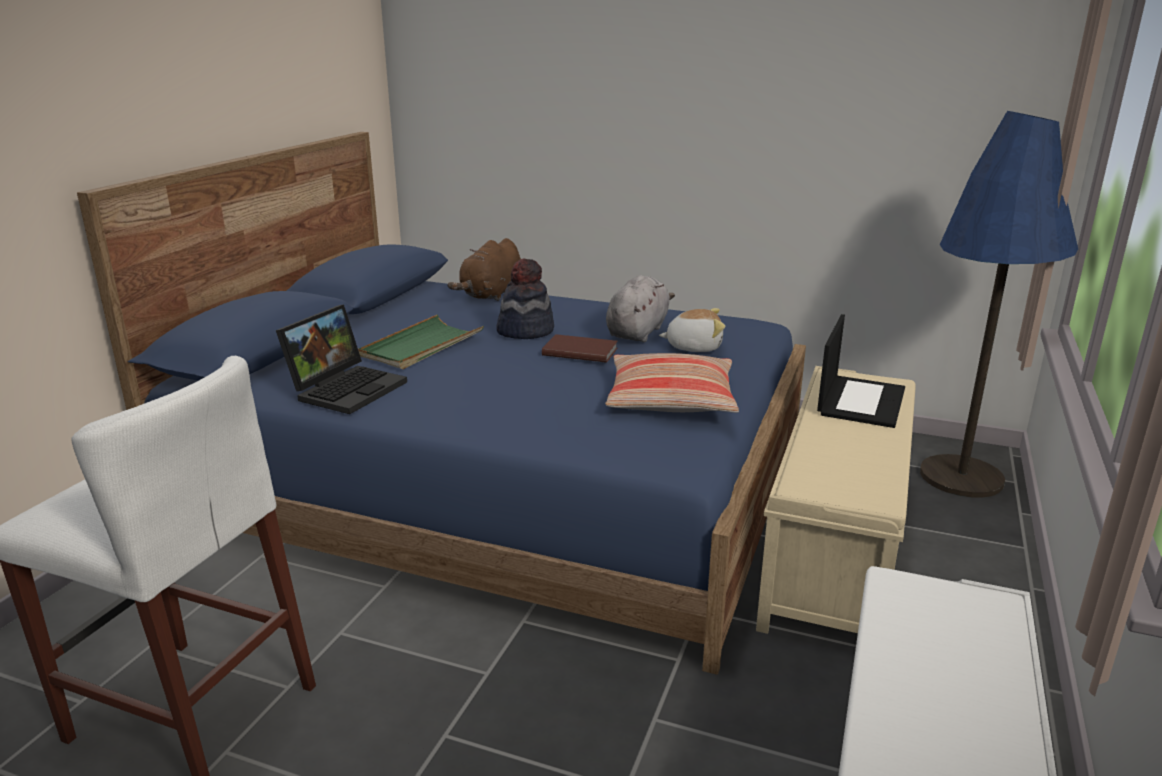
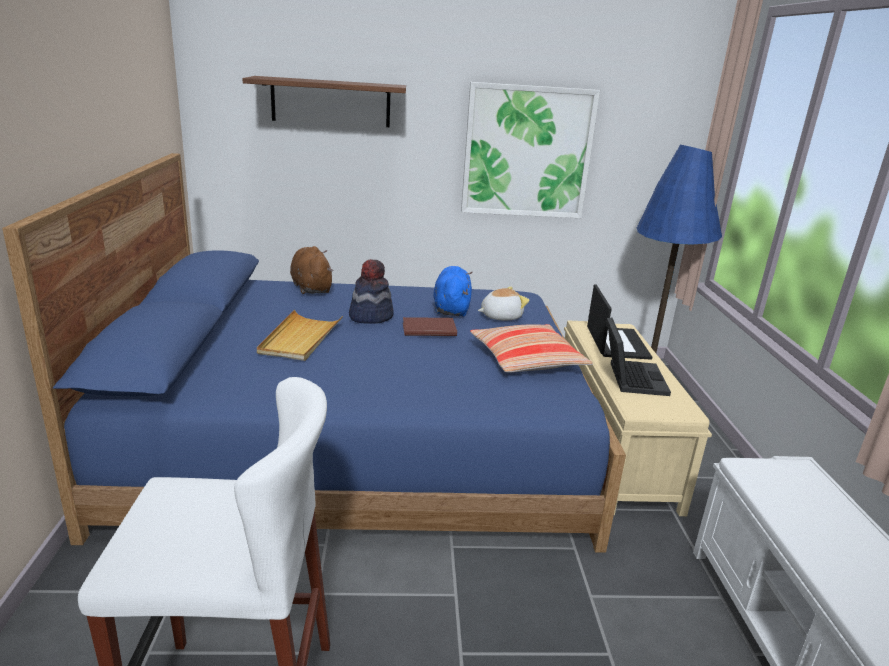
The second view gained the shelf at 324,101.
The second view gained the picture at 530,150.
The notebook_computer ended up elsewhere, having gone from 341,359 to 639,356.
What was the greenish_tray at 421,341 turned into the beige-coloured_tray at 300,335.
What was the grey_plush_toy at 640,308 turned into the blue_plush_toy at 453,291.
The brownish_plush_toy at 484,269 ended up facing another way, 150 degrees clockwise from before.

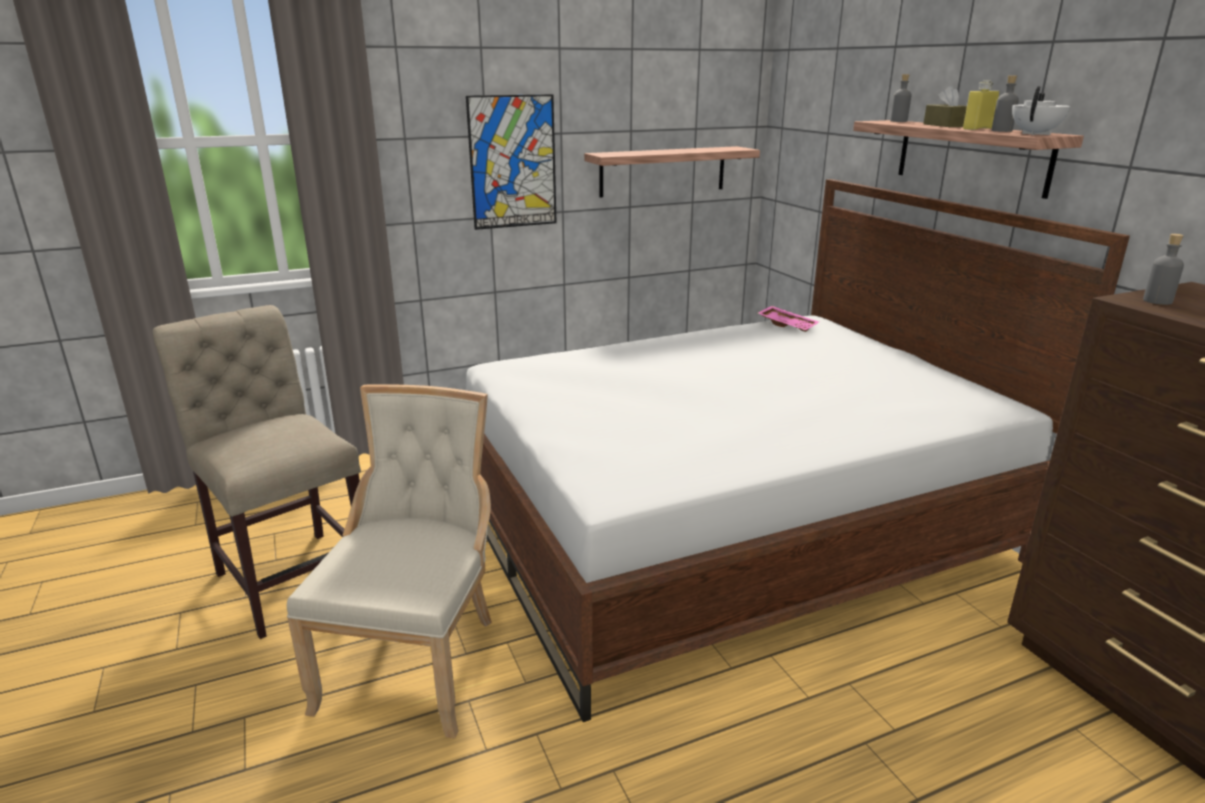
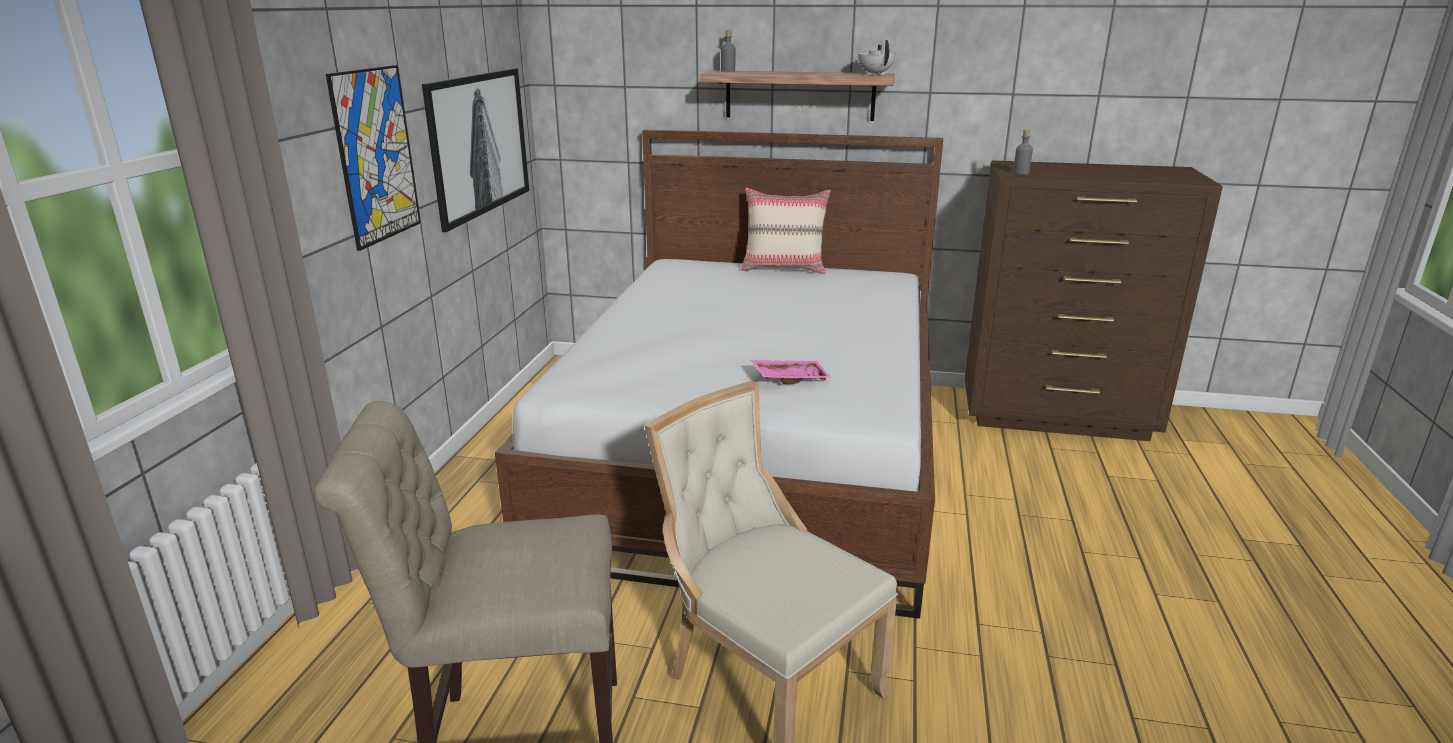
The second view lost the brownish_tissue_holder at 945,106.
The second view lost the yellowish_drink_bottle at 981,105.
The second view lost the grey_drink_bottle at 1005,103.
The second view gained the beige-coloured_pillow at 786,231.
The pink-coloured_tray ended up elsewhere, having gone from 788,319 to 791,372.
Where the shelf hung at 672,171, the picture came to hang at 475,150.

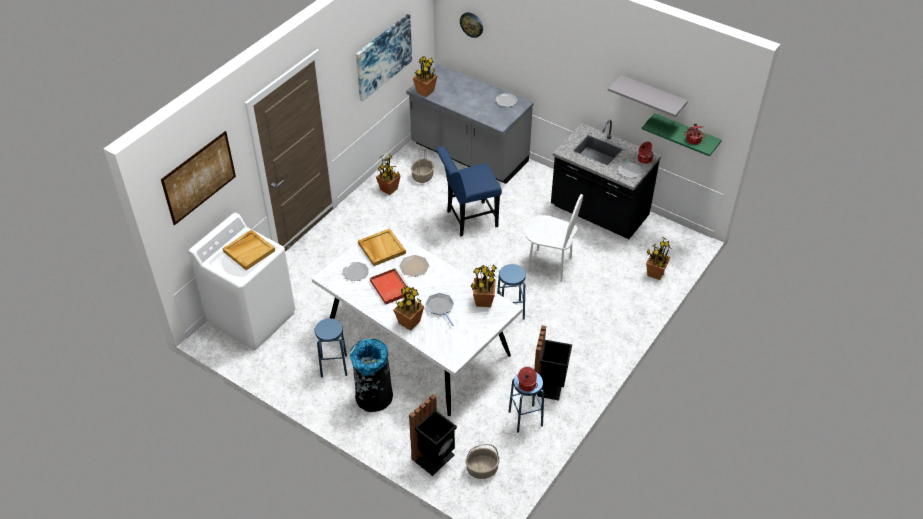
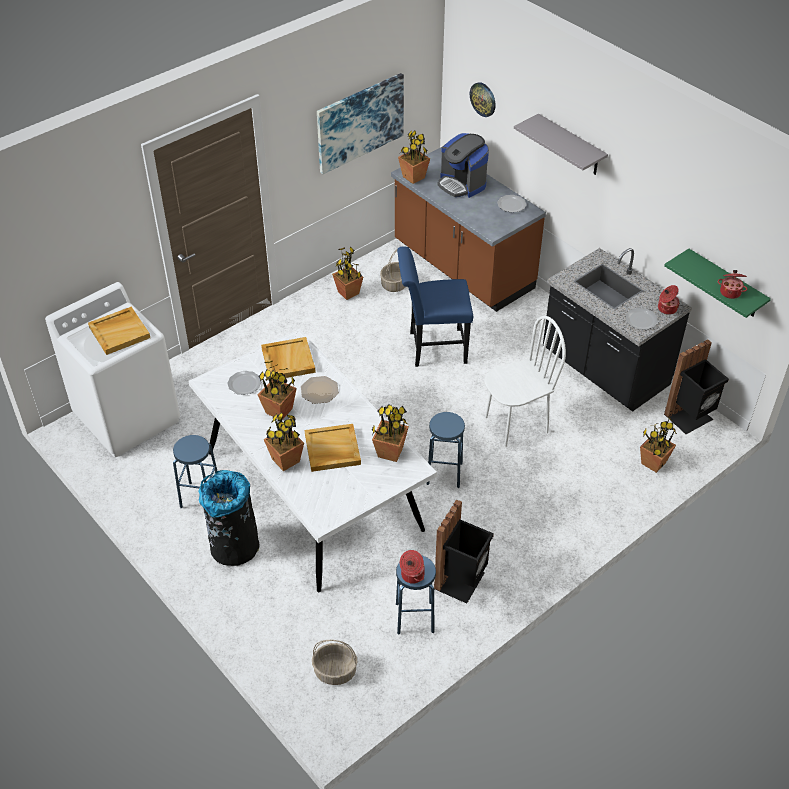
The second view lost the picture at 198,178.
The second view gained the coffee_brewer at 463,165.
The black-coloured_trash_can ended up elsewhere, having gone from 433,435 to 696,386.
The grey_shelf ended up elsewhere, having gone from 648,96 to 561,144.
Where the reddish_tray stood at 391,286, the plant_in_a_pot came to stand at 277,390.
Where the skillet stood at 439,309, the beige-coloured_tray came to stand at 333,448.
What was the grey_kitchen_base_unit at 469,124 turned into the brownish_kitchen_base_unit at 468,229.
The white-coloured_upright_chair at 554,238 ended up facing another way, 60 degrees counterclockwise from before.

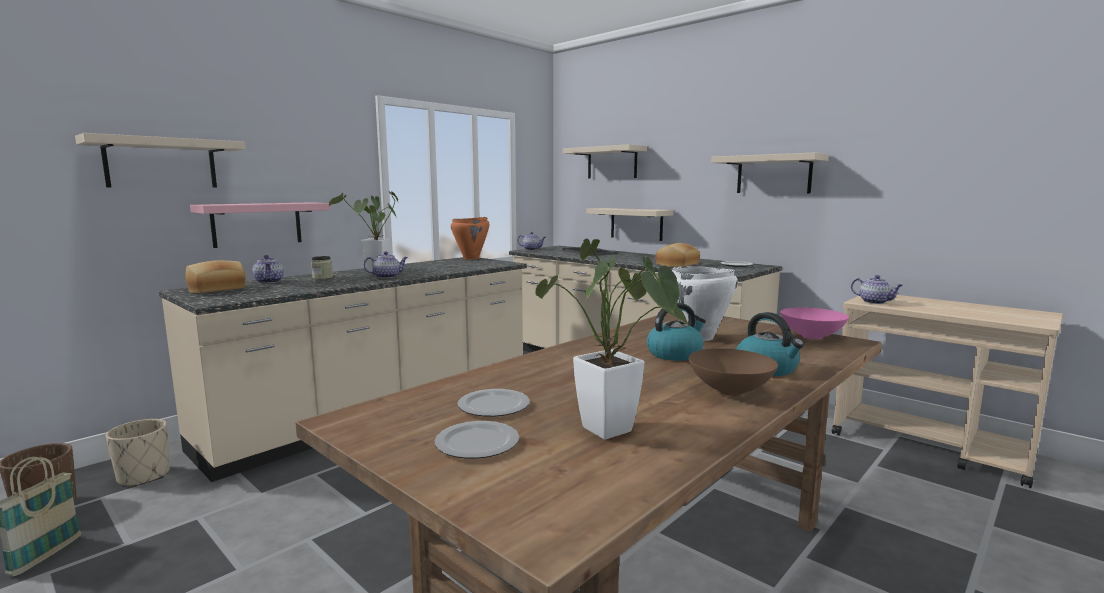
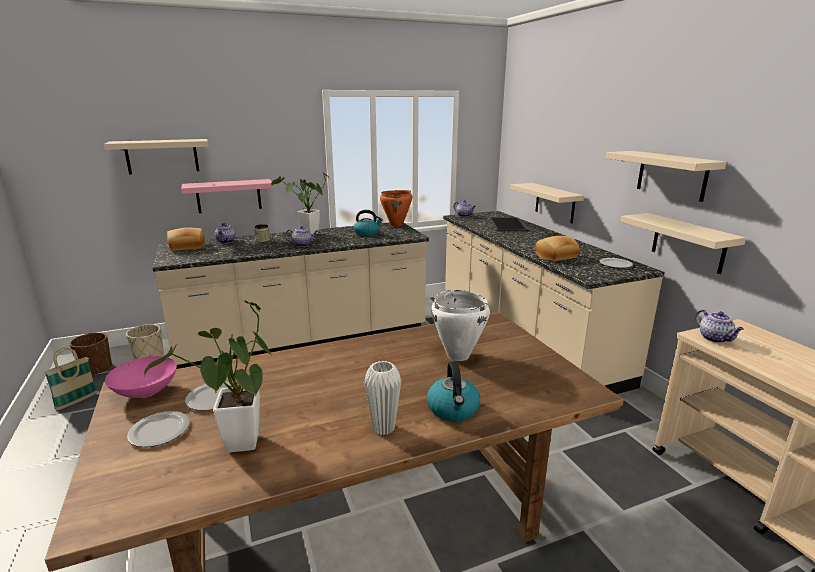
The beige-coloured_shelf ended up elsewhere, having gone from 605,161 to 683,243.
The kettle ended up elsewhere, having gone from 676,332 to 368,223.
The pink-coloured_deep_dish ended up elsewhere, having gone from 814,323 to 141,377.
Where the brownish_deep_dish stood at 733,372, the white-coloured_flower_vase came to stand at 382,398.

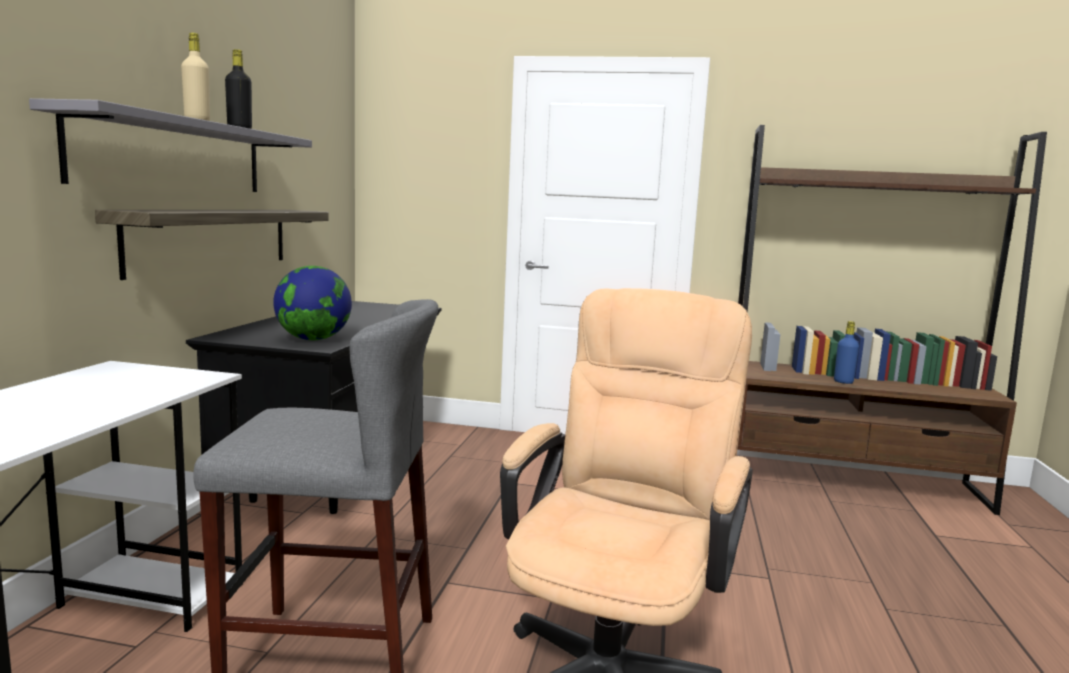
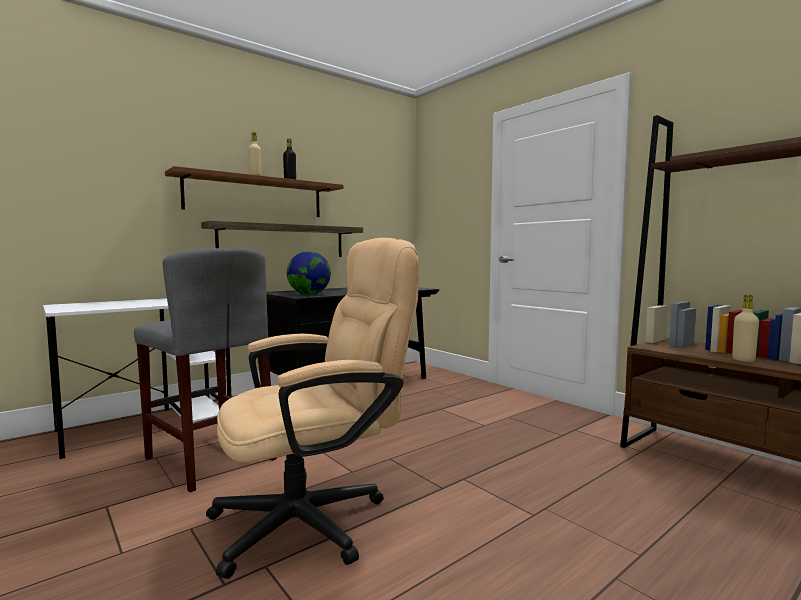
What was the grey_shelf at 170,145 turned into the brownish_shelf at 254,191.
What was the blue_drink_bottle at 846,352 turned into the beige-coloured_drink_bottle at 745,328.

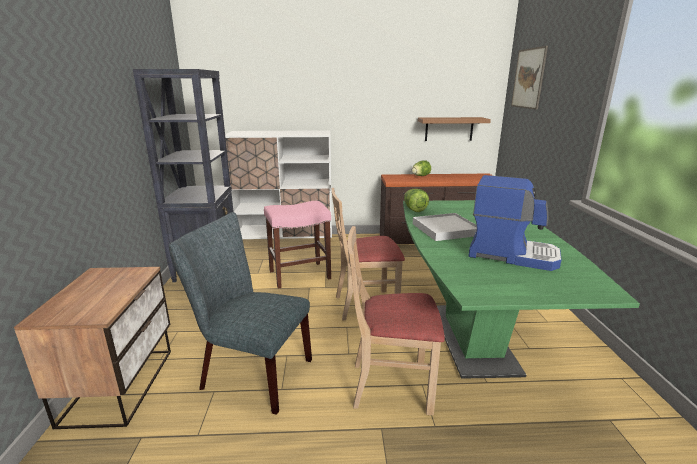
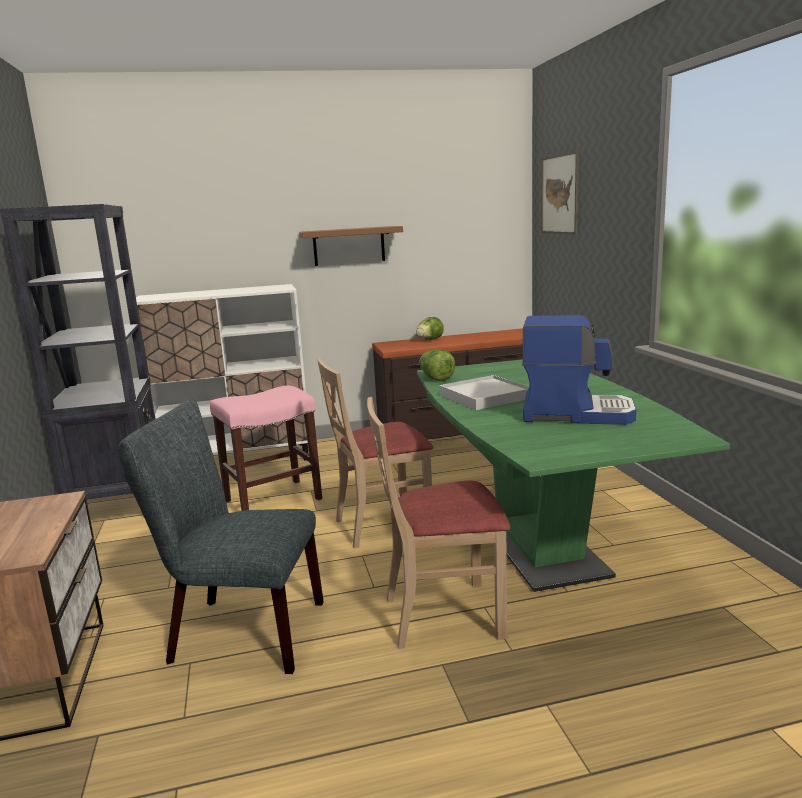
The brownish_shelf ended up elsewhere, having gone from 454,129 to 351,246.

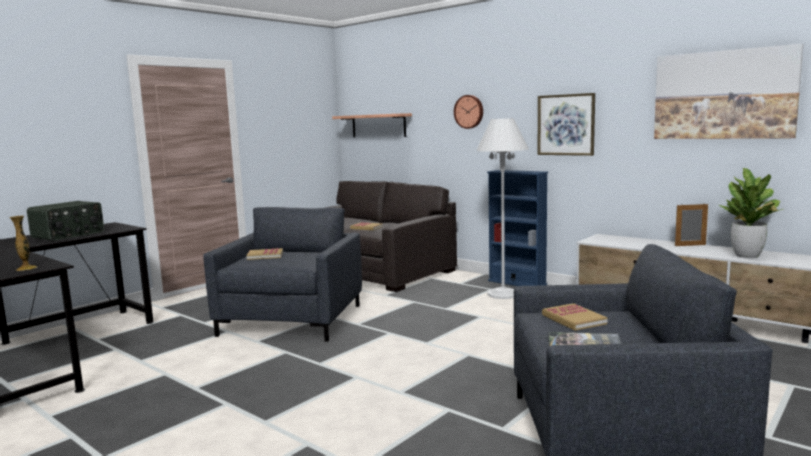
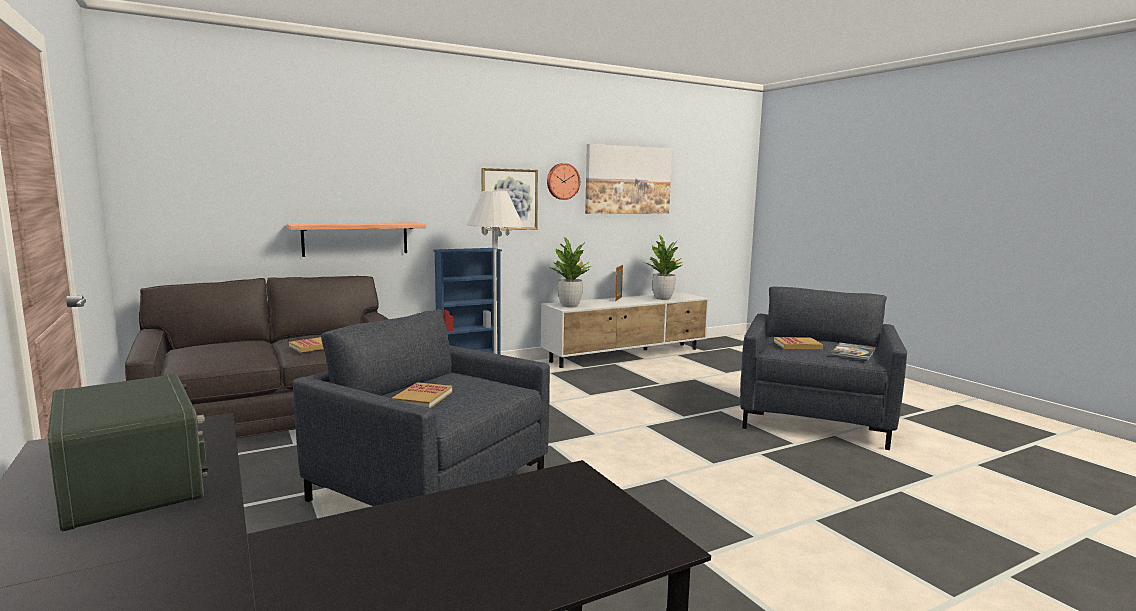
The second view lost the flower_vase at 23,243.
The second view gained the plant_in_a_pot at 570,272.
The shelf ended up elsewhere, having gone from 372,125 to 356,239.
The hanging_clock ended up elsewhere, having gone from 468,112 to 563,181.

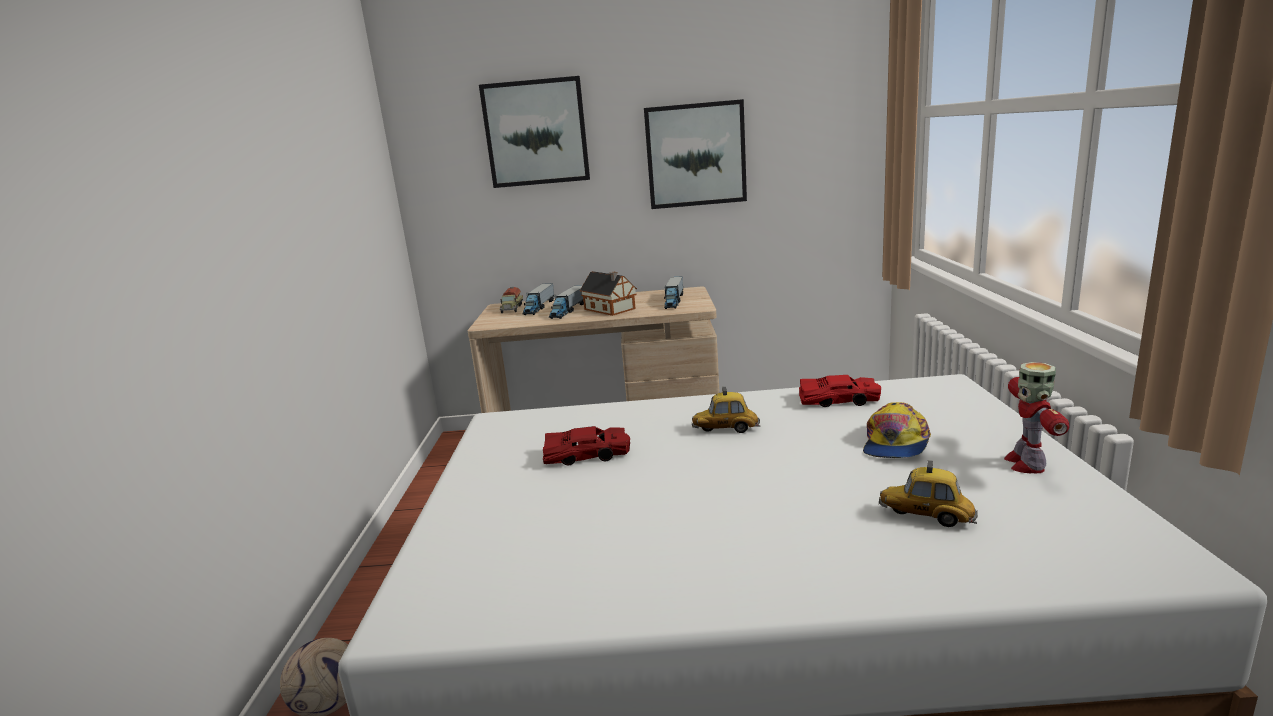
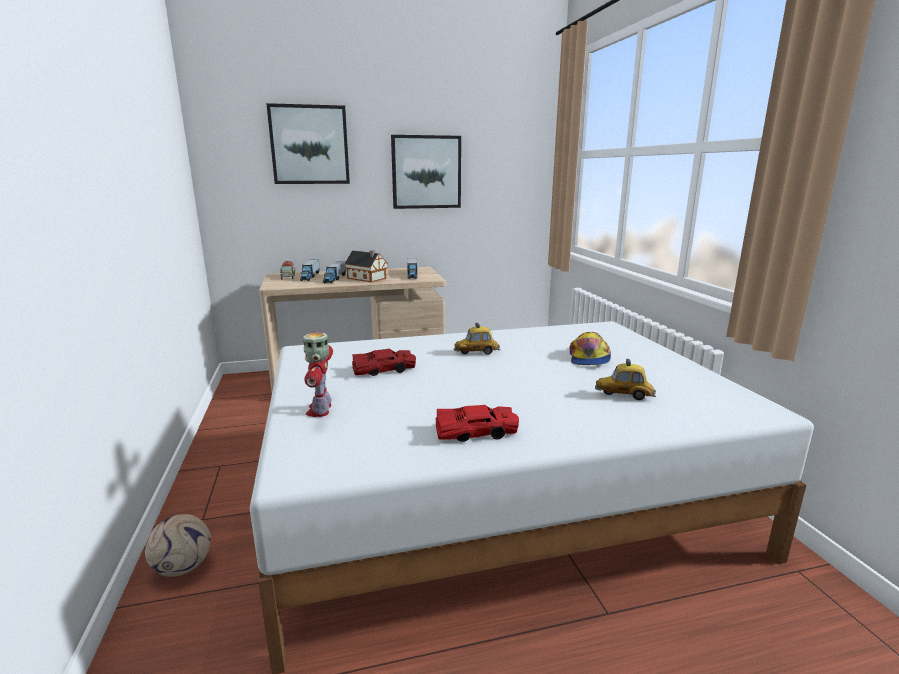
The reddish_toy_car ended up elsewhere, having gone from 840,391 to 477,423.
The toy_robot ended up elsewhere, having gone from 1036,418 to 318,374.

